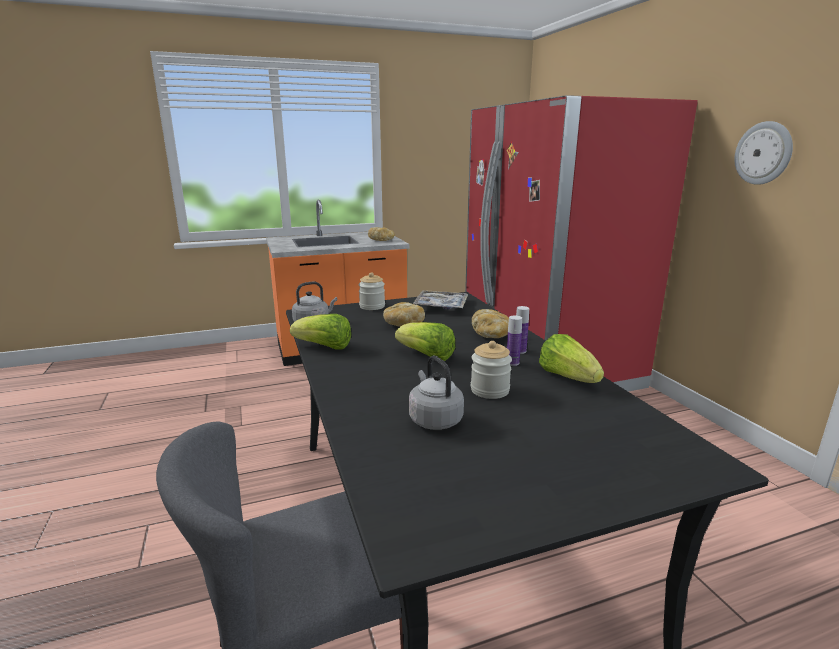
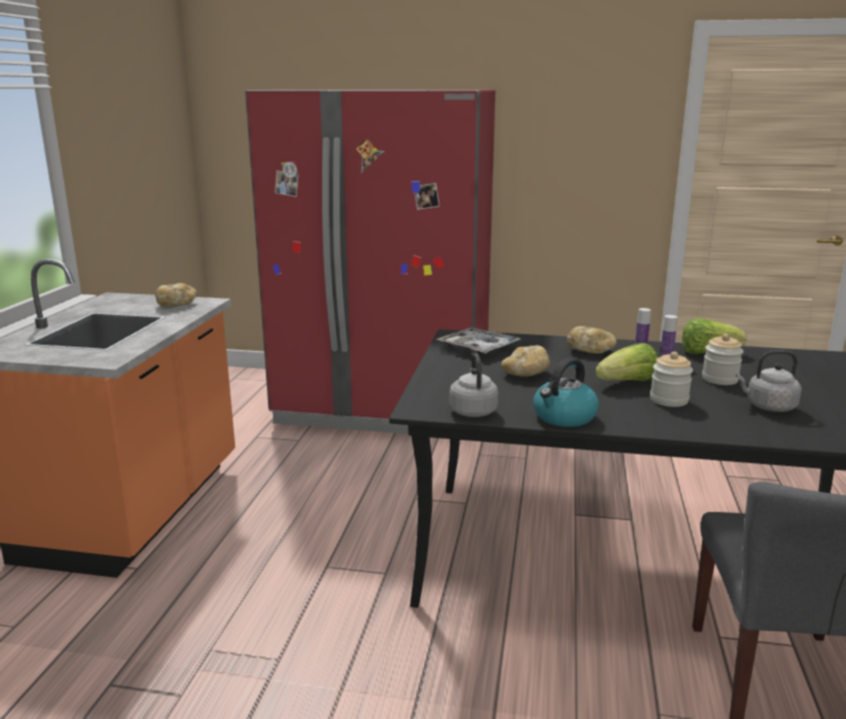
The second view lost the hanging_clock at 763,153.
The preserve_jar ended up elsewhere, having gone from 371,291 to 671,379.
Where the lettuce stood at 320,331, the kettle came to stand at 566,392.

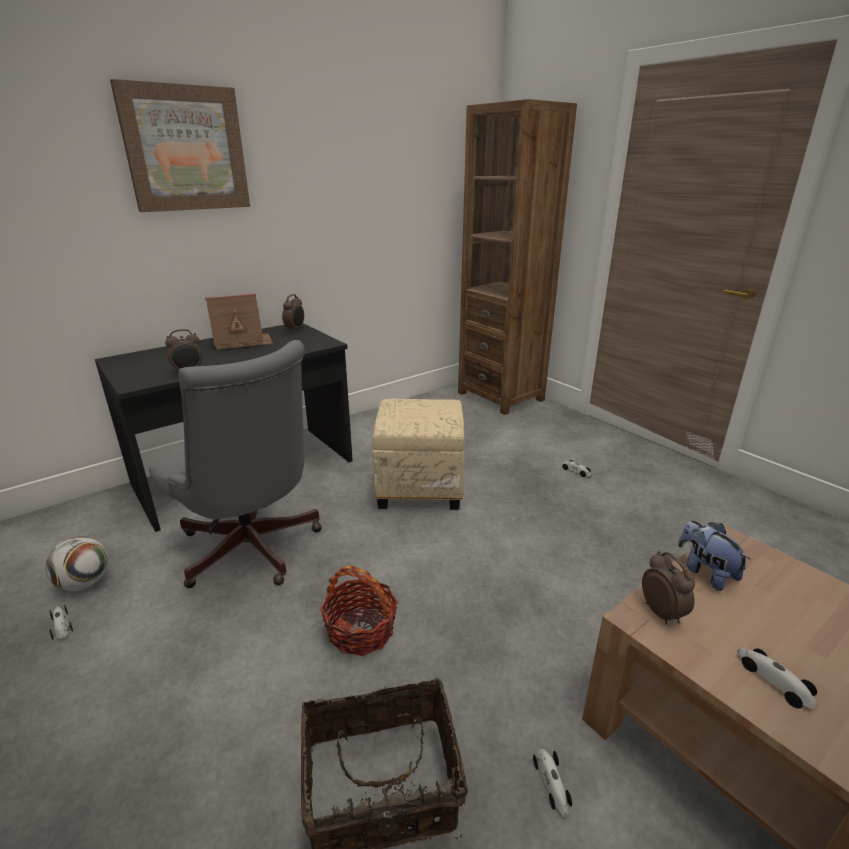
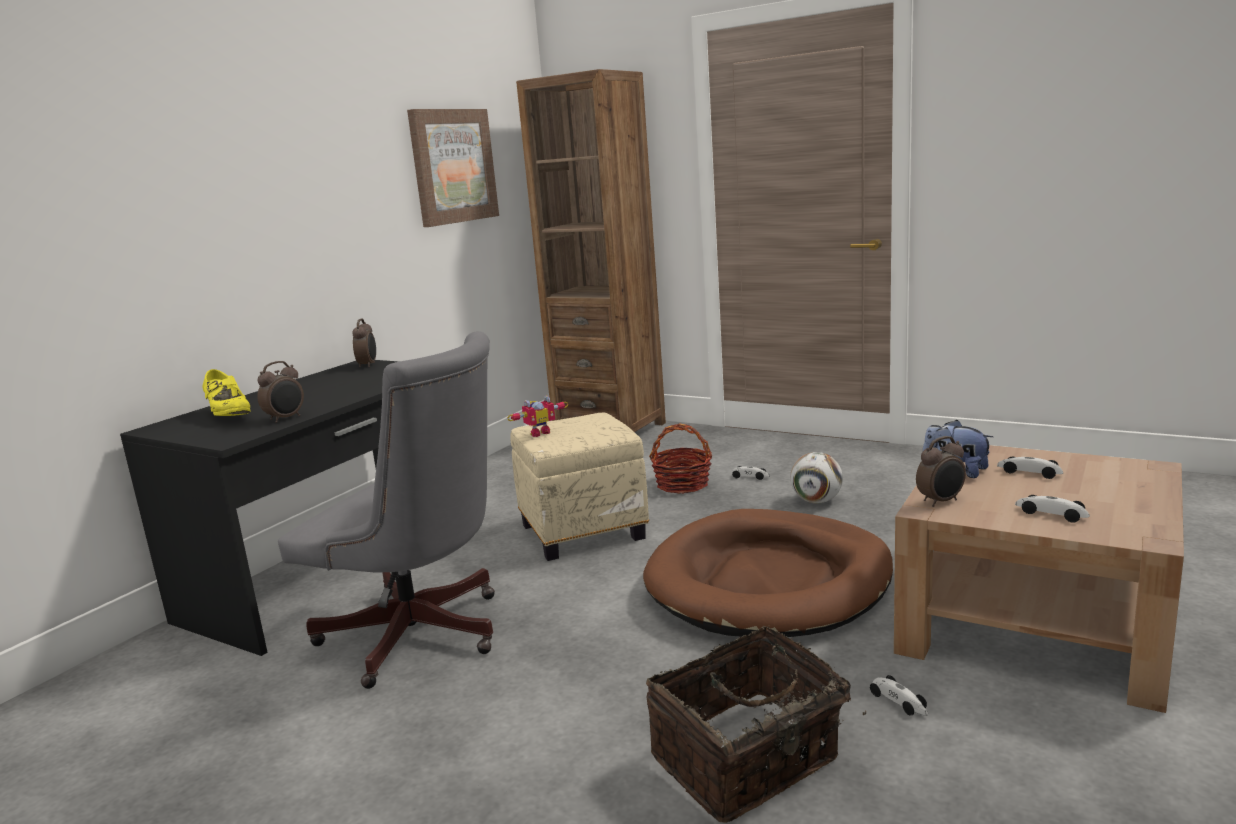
The second view lost the toy_house at 239,321.
The second view gained the yellowish_item_of_footwear at 227,392.
The second view gained the toy_robot at 537,416.
The second view gained the brownish_dog_cushion at 768,573.
The football ended up elsewhere, having gone from 77,563 to 816,477.
The toy_car ended up elsewhere, having gone from 61,622 to 1030,468.
The picture ended up elsewhere, having gone from 180,145 to 453,168.
The household_basket ended up elsewhere, having gone from 359,611 to 680,458.
The bedside_clock at 668,588 ended up facing another way, 105 degrees clockwise from before.

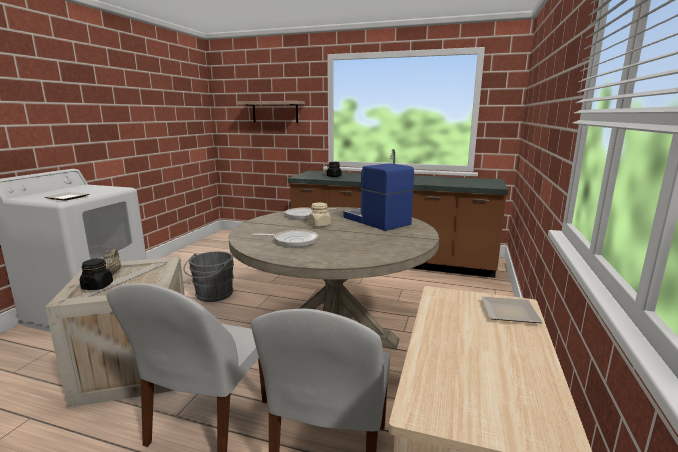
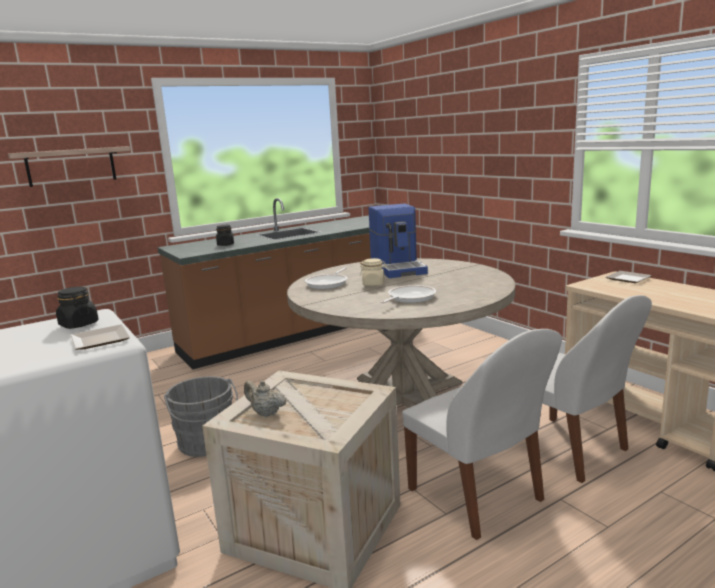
The black-coloured_preserve_jar ended up elsewhere, having gone from 96,274 to 77,308.
The coffee_brewer at 378,197 ended up facing another way, 105 degrees counterclockwise from before.

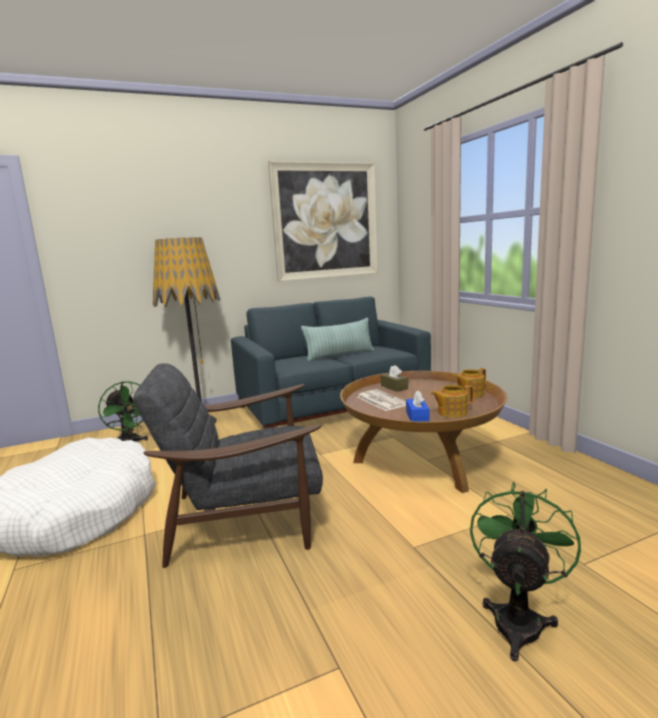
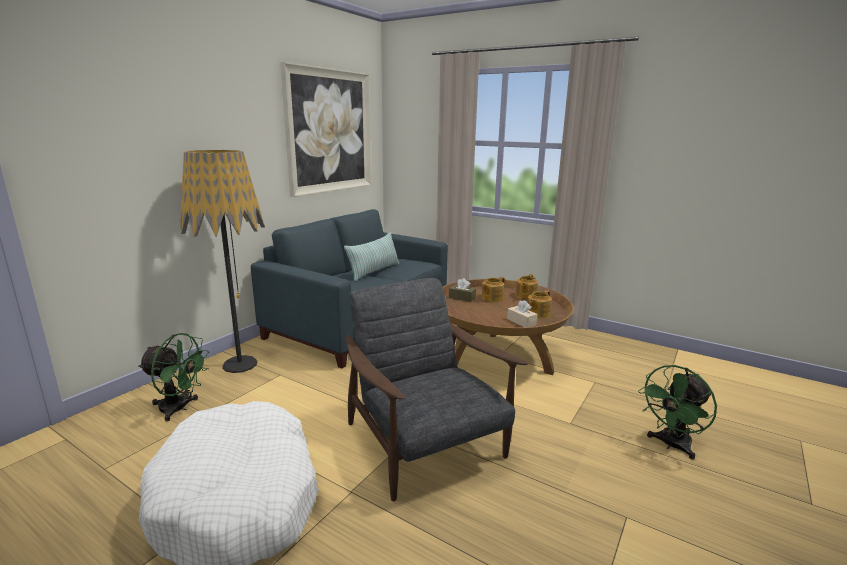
The second view lost the printed_paper at 381,400.
The second view gained the teapot at 493,289.
What was the blue_tissue_holder at 418,406 turned into the beige-coloured_tissue_holder at 522,313.
The grey_easy_chair at 228,465 ended up facing another way, 105 degrees clockwise from before.
The greenish_fan at 525,571 ended up facing another way, 120 degrees counterclockwise from before.

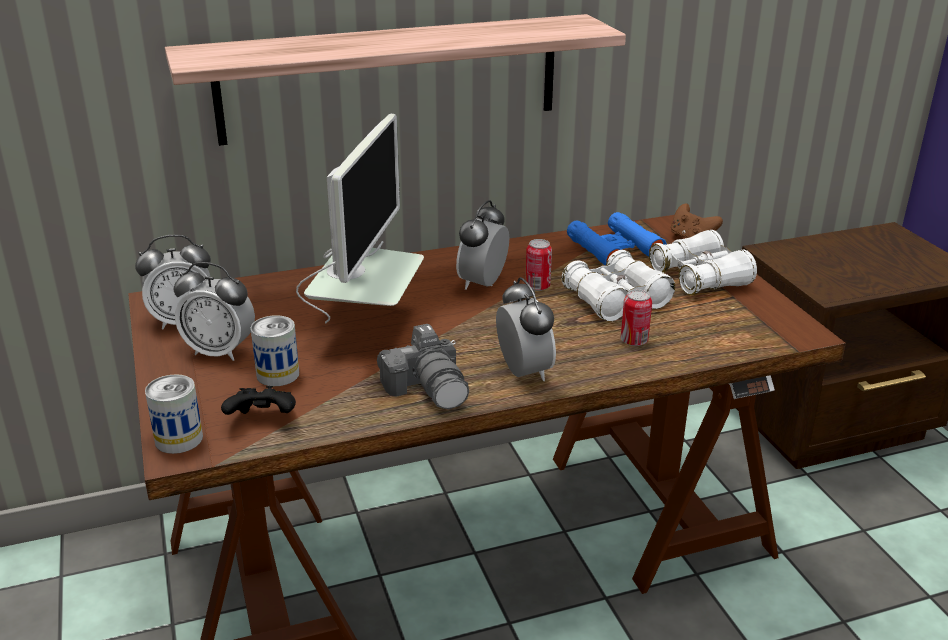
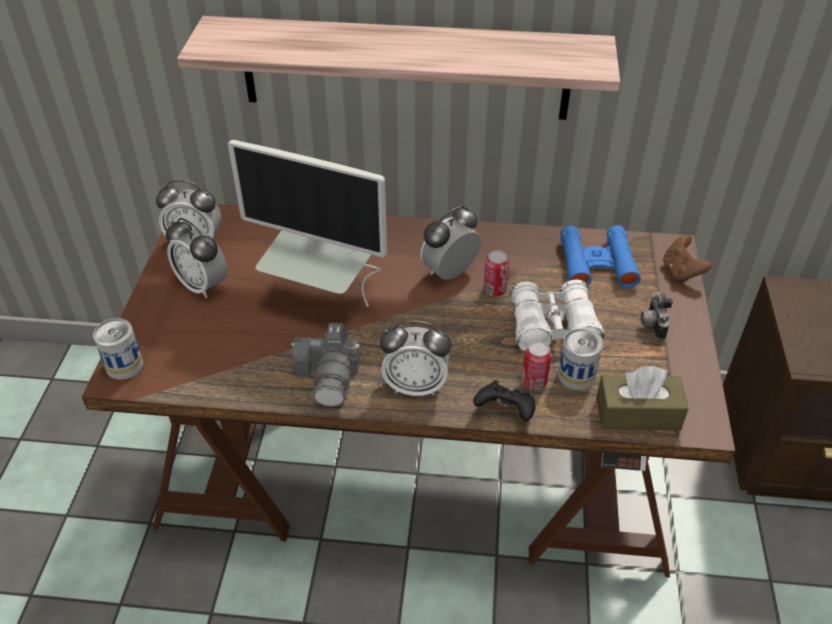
The second view gained the brownish_tissue_holder at 642,398.
The black-coloured_game_controller ended up elsewhere, having gone from 258,400 to 504,401.
The sealed_can ended up elsewhere, having gone from 275,350 to 580,359.
Where the white-coloured_binoculars stood at 703,262, the photo_camera came to stand at 657,316.
The computer_display at 360,218 ended up facing another way, 75 degrees clockwise from before.
The bedside_clock at 526,329 ended up facing another way, 90 degrees clockwise from before.

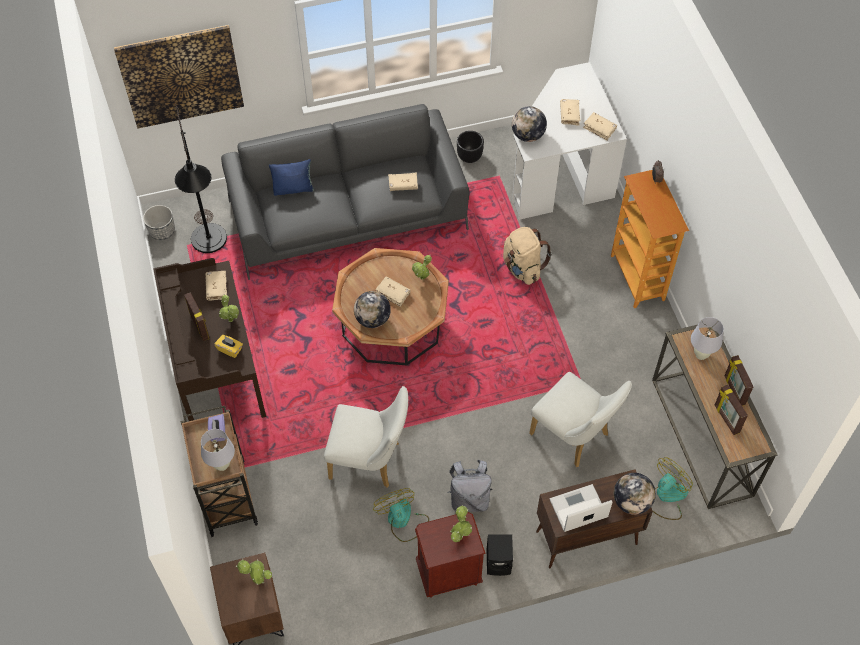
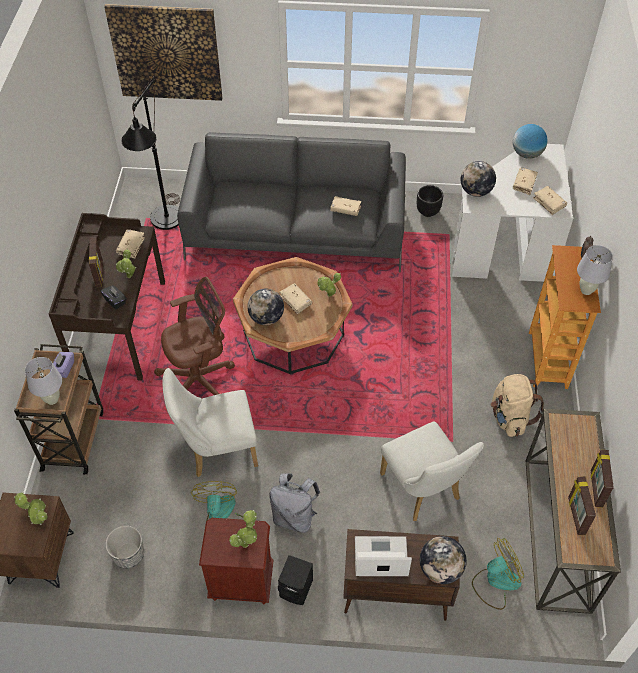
The second view lost the blue_pillow at 291,177.
The second view gained the brownish_office_chair at 194,336.
The second view gained the desk_globe at 530,141.
The planter ended up elsewhere, having gone from 159,222 to 124,547.
The beige-coloured_rucksack ended up elsewhere, having gone from 527,256 to 517,405.
The white-coloured_lamp_for_a_table ended up elsewhere, having gone from 707,338 to 595,270.
What was the yellowish_tissue_holder at 228,346 turned into the black-coloured_tissue_holder at 113,297.
The white-coloured_upright_chair at 366,436 ended up facing another way, 135 degrees clockwise from before.

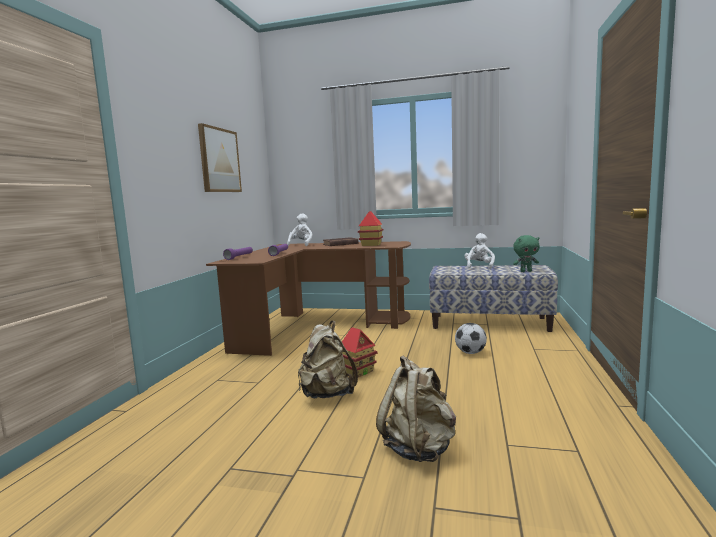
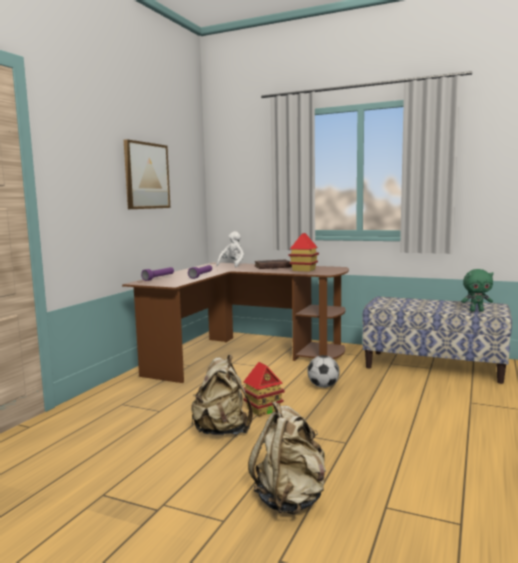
The second view lost the white-coloured_plush_toy at 480,251.
The football ended up elsewhere, having gone from 471,338 to 323,371.

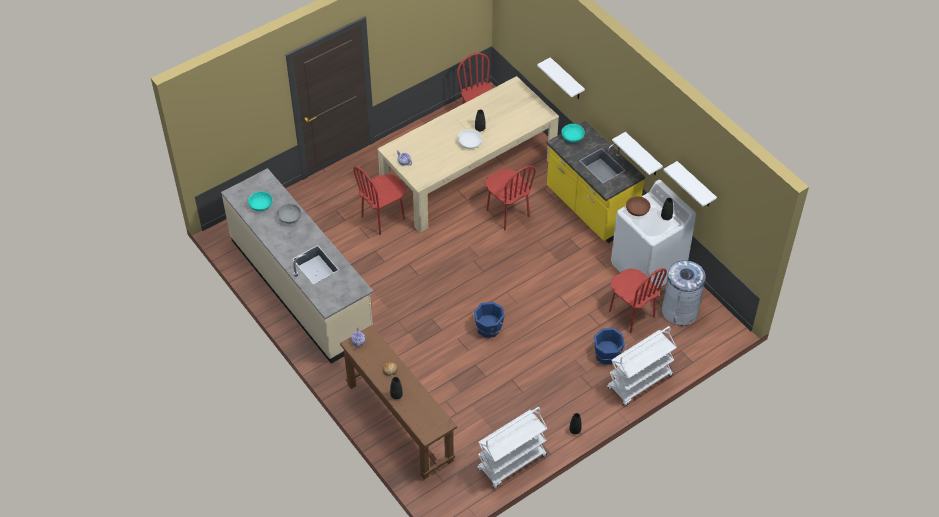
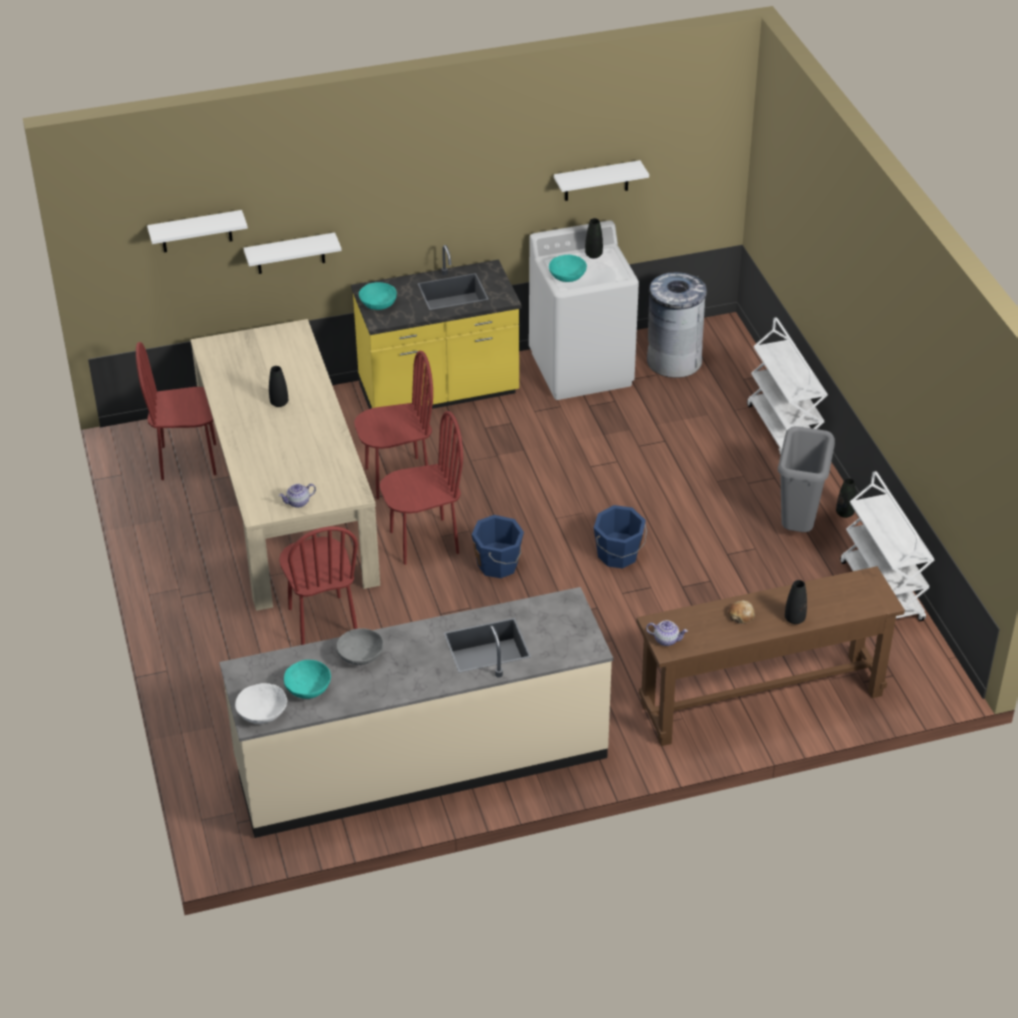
The second view gained the grey_trash_can at 806,479.
The white-coloured_deep_dish ended up elsewhere, having gone from 469,139 to 261,703.
The blue_bucket ended up elsewhere, having gone from 609,346 to 498,546.
The reddish_upright_chair ended up elsewhere, having gone from 638,300 to 421,488.
The white-coloured_shelf ended up elsewhere, having gone from 637,153 to 197,231.
What was the brownish_deep_dish at 638,206 turned into the blue-green_deep_dish at 568,268.

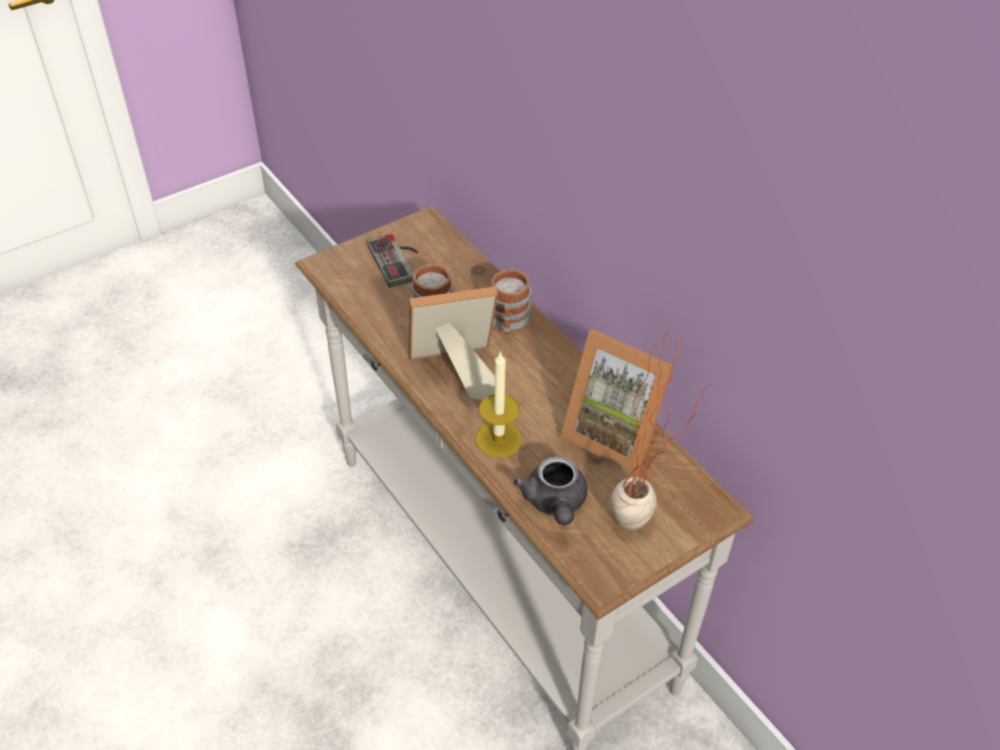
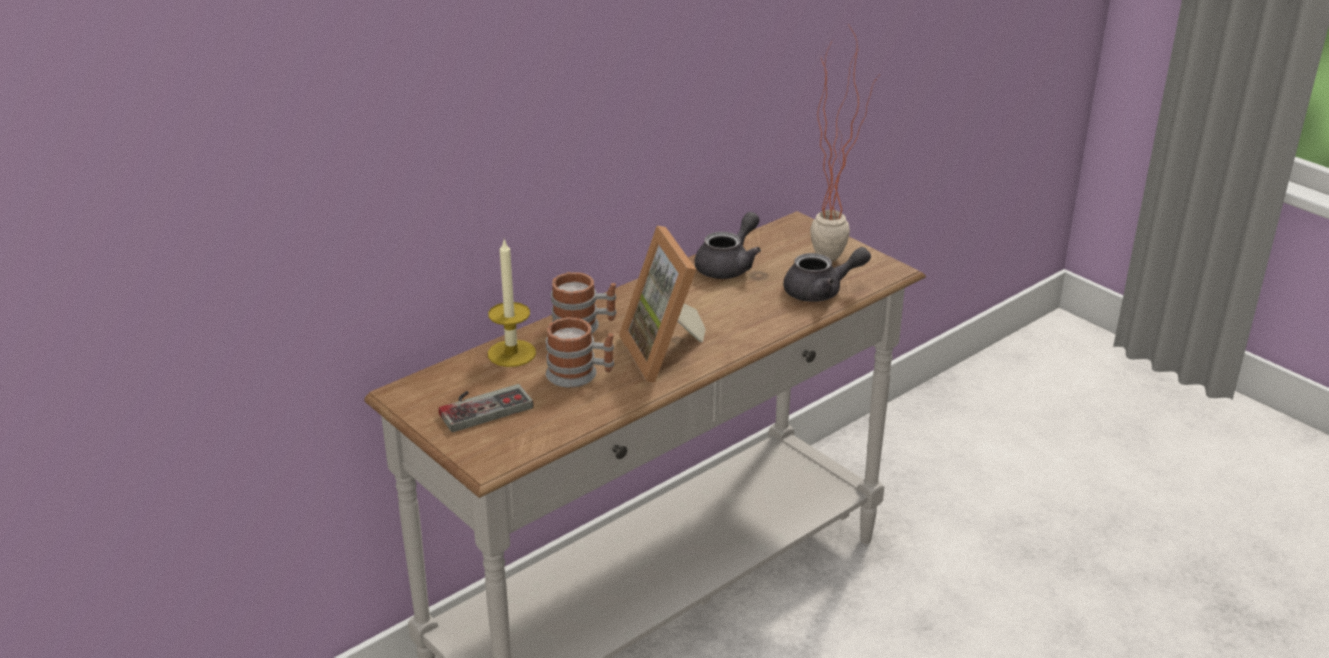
The candle ended up elsewhere, having gone from 499,404 to 512,303.
Where the photo_frame stood at 617,401, the grey_teapot came to stand at 728,245.

